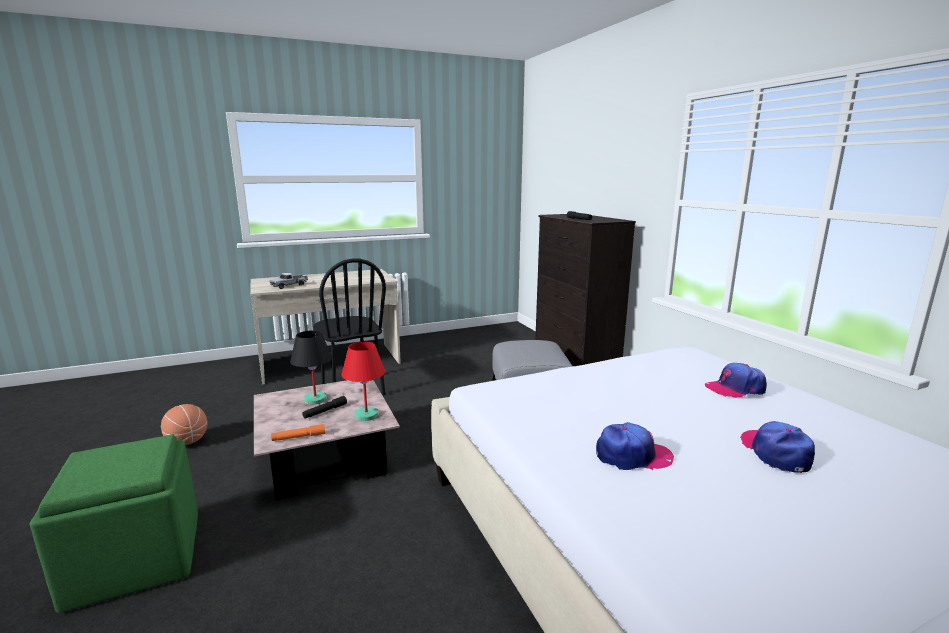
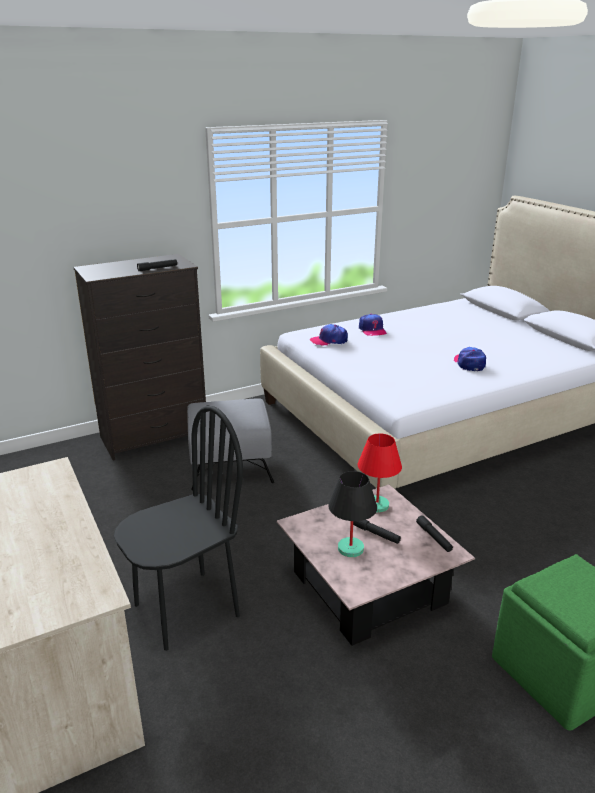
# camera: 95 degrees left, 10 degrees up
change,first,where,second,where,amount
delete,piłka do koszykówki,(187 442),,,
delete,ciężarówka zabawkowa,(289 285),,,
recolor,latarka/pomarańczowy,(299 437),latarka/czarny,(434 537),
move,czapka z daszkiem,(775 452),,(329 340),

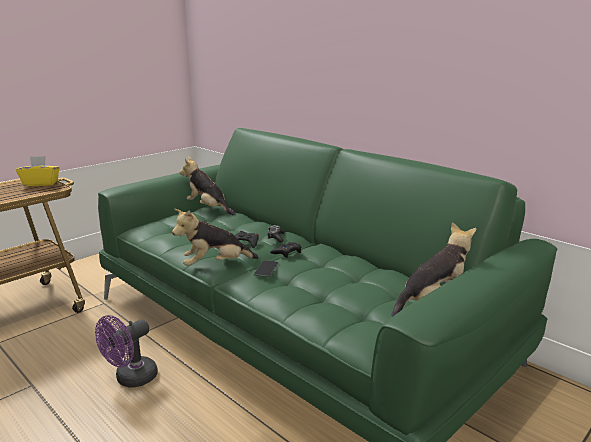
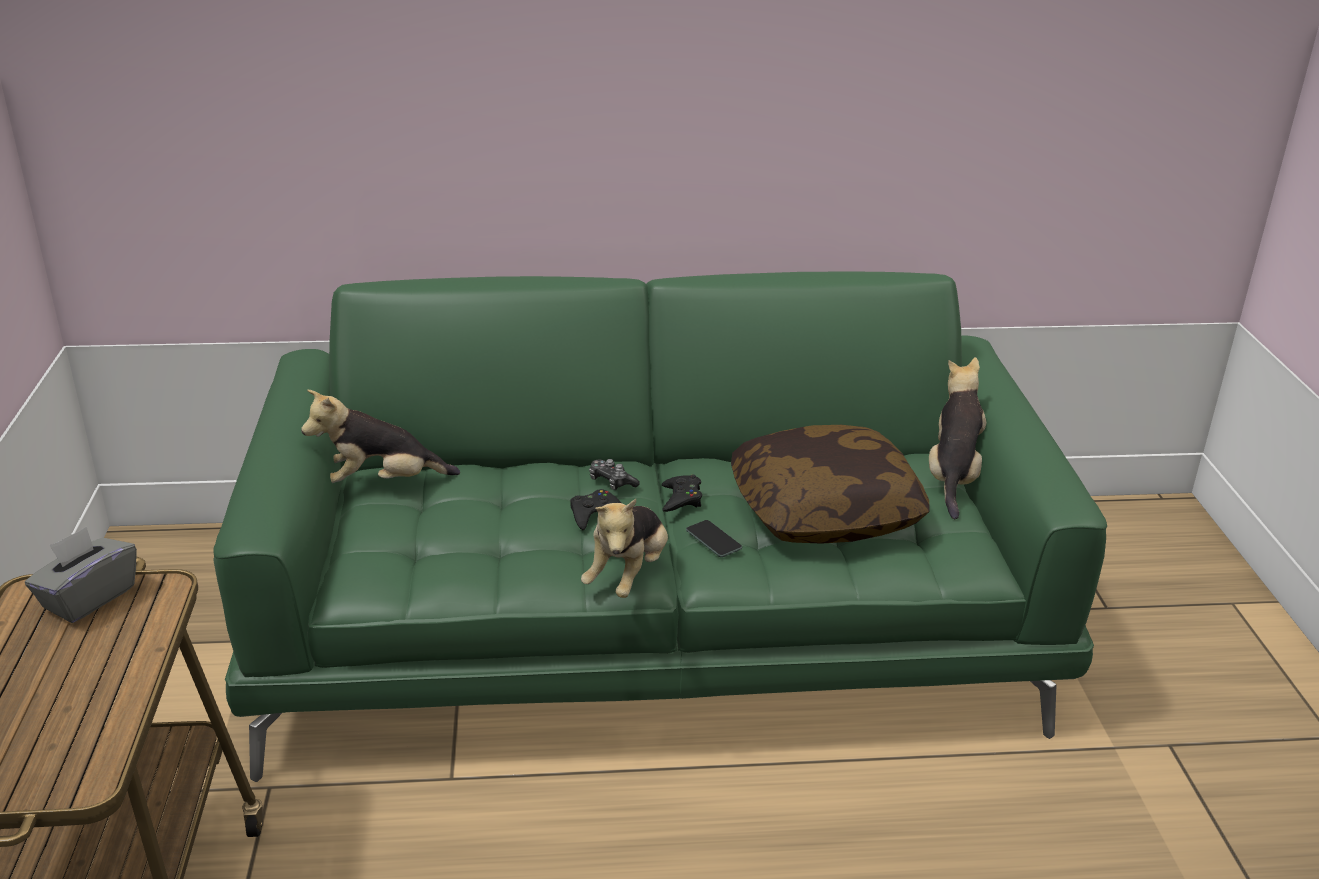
# camera: 50 degrees left, 10 degrees up
change,first,where,second,where,amount
recolor,pudełko chusteczek/żółty,(41 183),pudełko chusteczek/szary,(88 598),
delete,wentylator/fioletowy,(131 379),,,
insert,,,poduszka,(825 512),

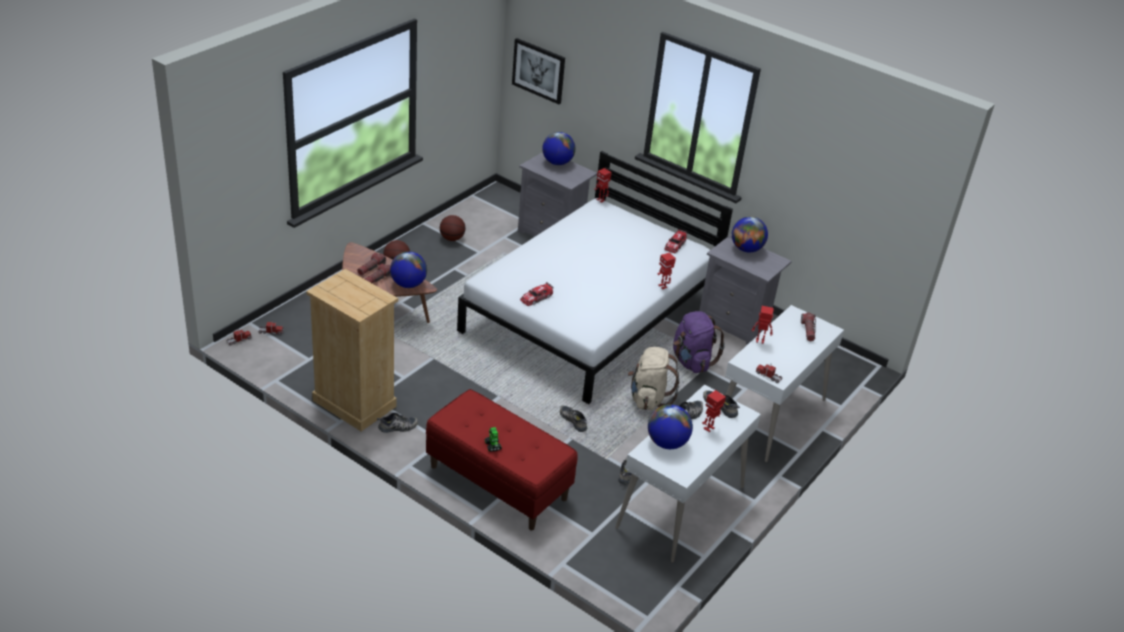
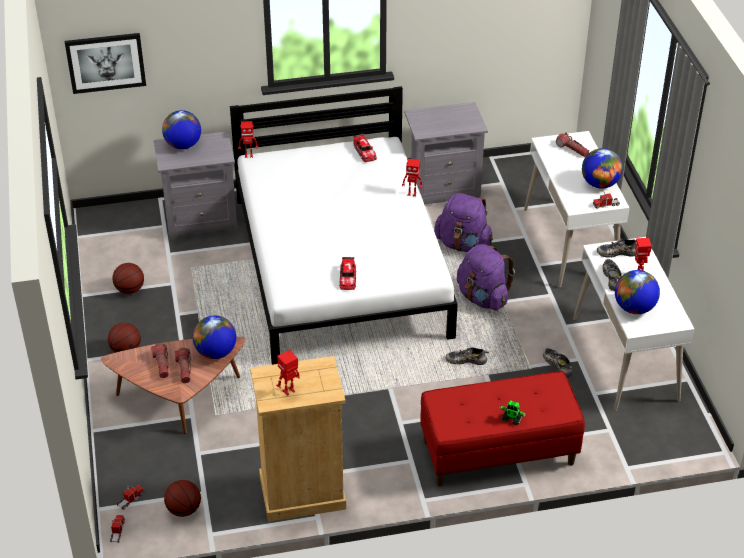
# camera: 45 degrees left, 5 degrees up
change,first,where,second,where,amount
delete,but,(397 427),,,
recolor,plecak/beżowy,(648 398),plecak/fioletowy,(483 298),
move,globus,(746 249),,(600 184),
move,robot zabawkowy,(759 341),,(289 391),
insert,,,piłka do koszykówki,(184 509),

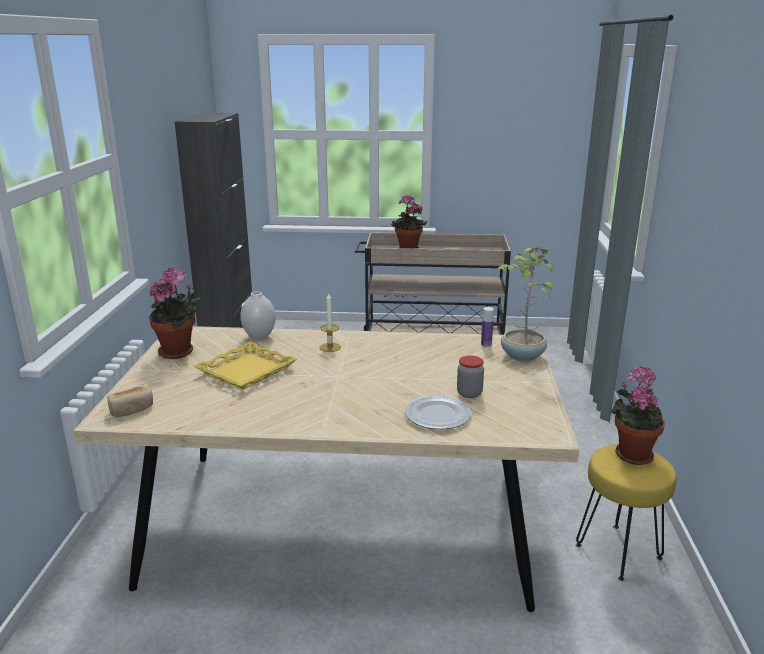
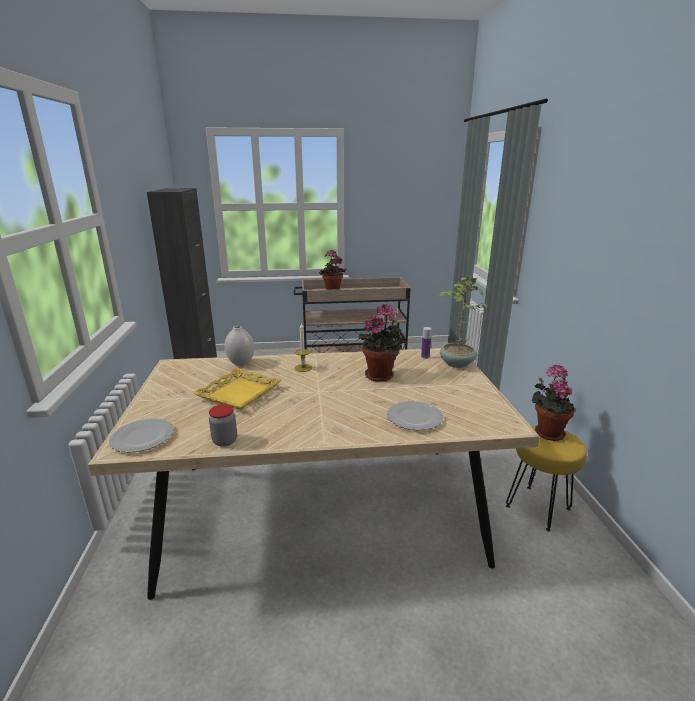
# camera: 10 degrees left, 0 degrees up
change,first,where,second,where,amount
replace,chleb,(131 409),talerz,(142 438),
move,roślina doniczkowa,(179 352),,(381 375),
move,słoik,(469 393),,(225 441),

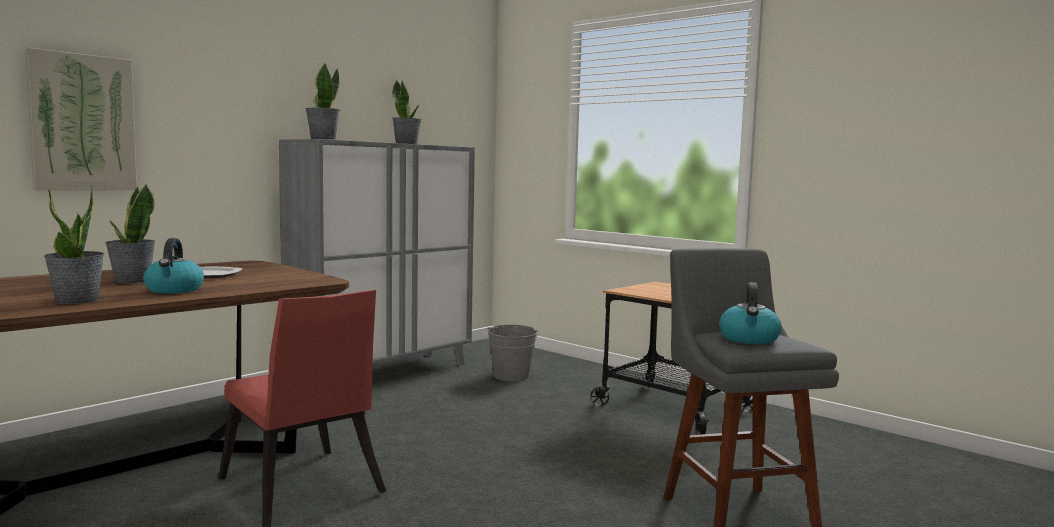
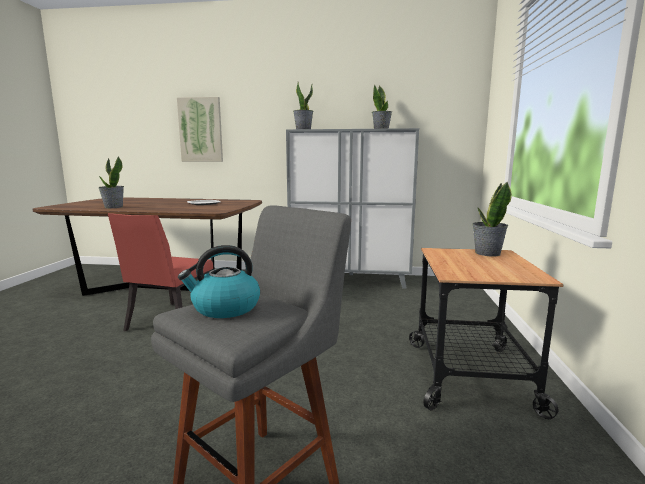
# camera: 55 degrees right, 5 degrees up
change,first,where,second,where,amount
move,roślina doniczkowa,(132 281),,(487 253),
delete,czajnik,(174 290),,,
delete,wiadro/szary,(511 376),,,

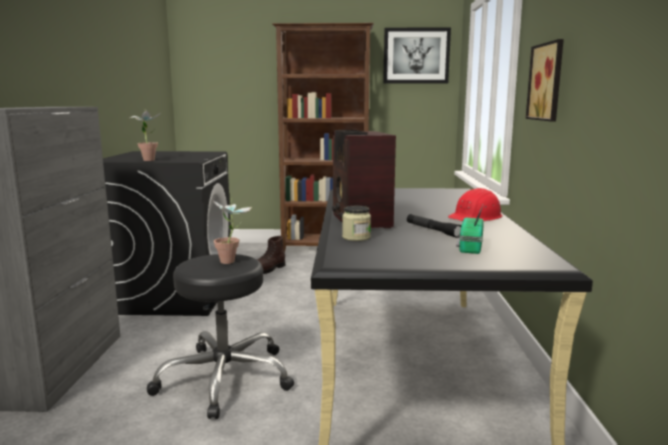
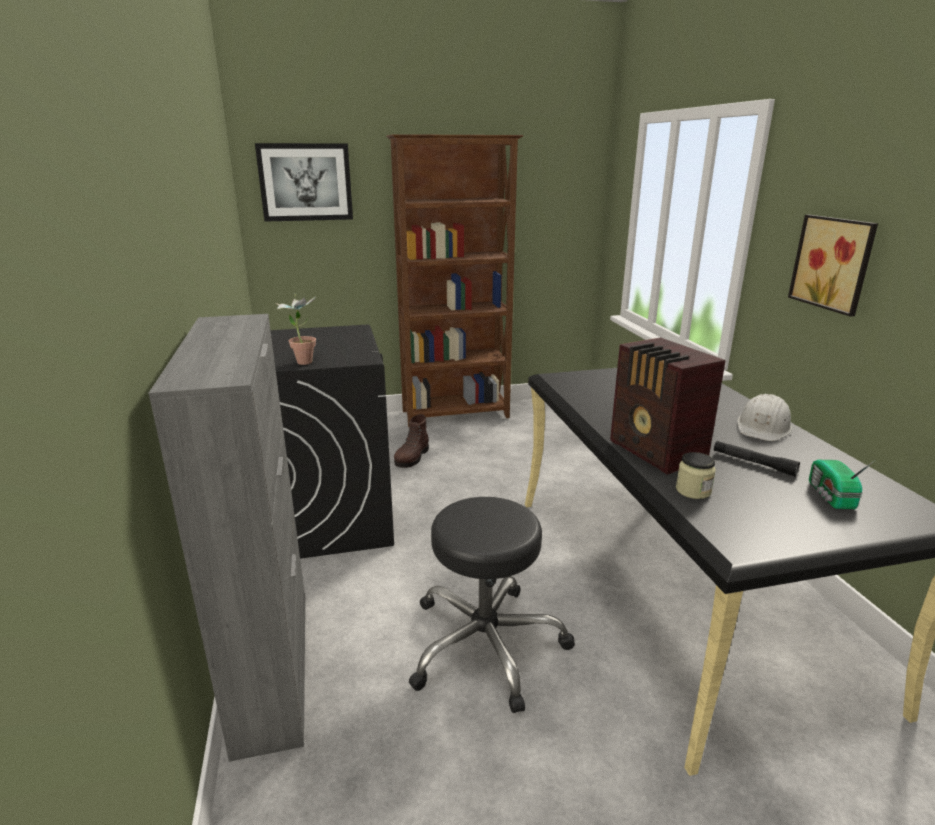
# camera: 15 degrees left, 10 degrees up
change,first,where,second,where,amount
delete,roślina doniczkowa,(232 262),,,
move,obraz,(416 56),,(305 182),
recolor,kask/czerwony,(476 217),kask/biały,(763 427),

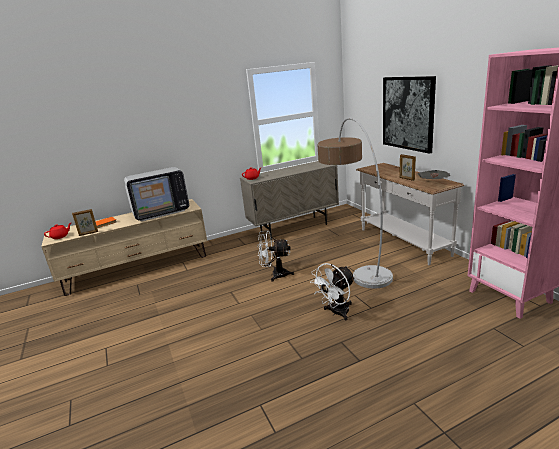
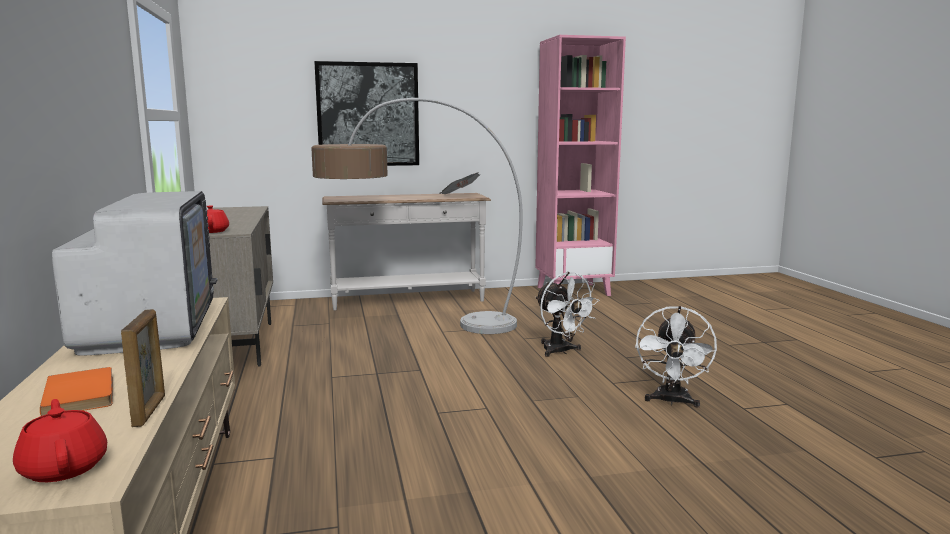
# camera: 80 degrees left, 10 degrees down
change,first,where,second,where,amount
move,wentylator/biały,(275 275),,(671 401),
delete,ramka na zdjęcie,(406 179),,,

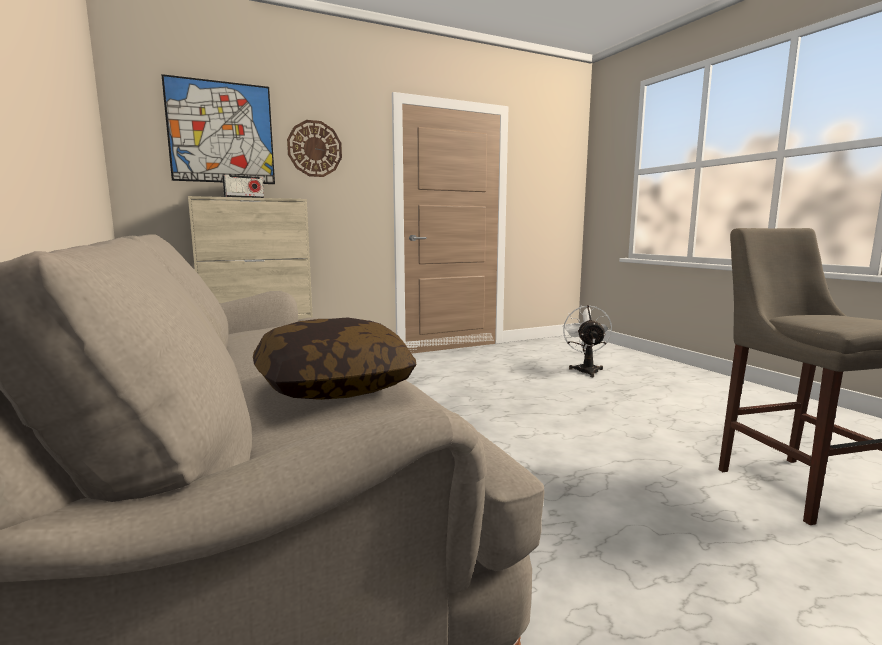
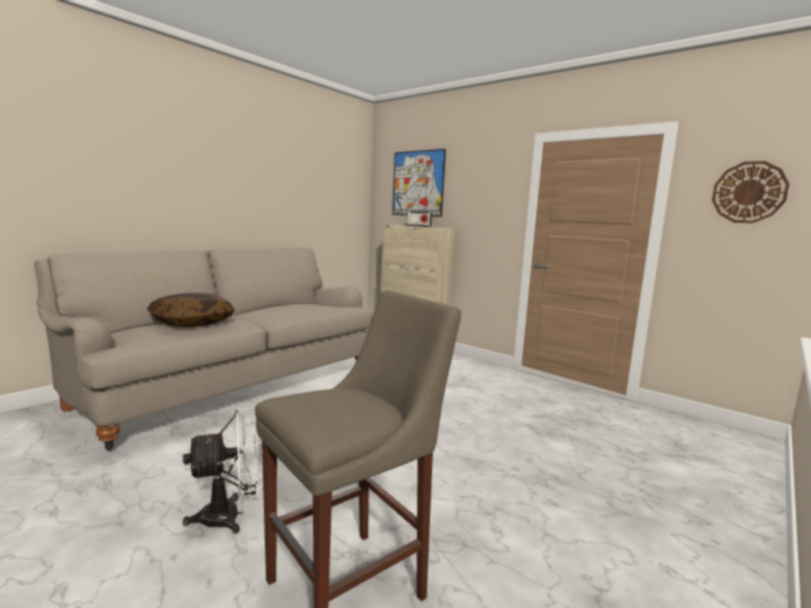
# camera: 65 degrees right, 0 degrees up
change,first,where,second,where,amount
move,zegar ścienny,(314 149),,(749 192),
move,wentylator/biały,(586 369),,(231 515),

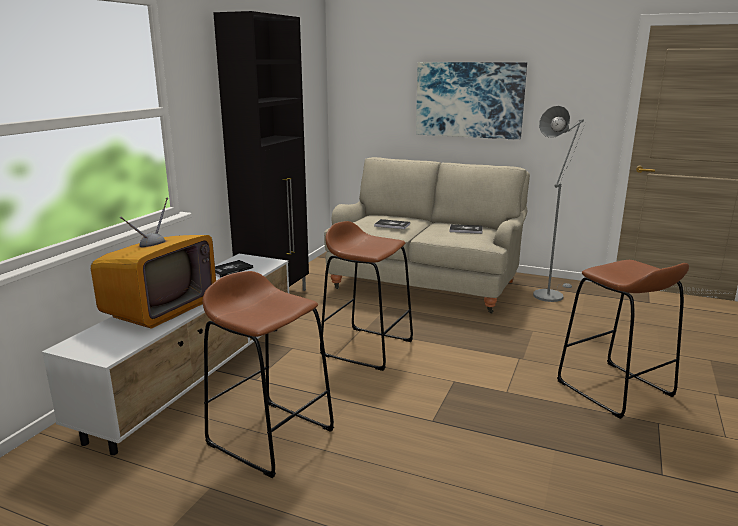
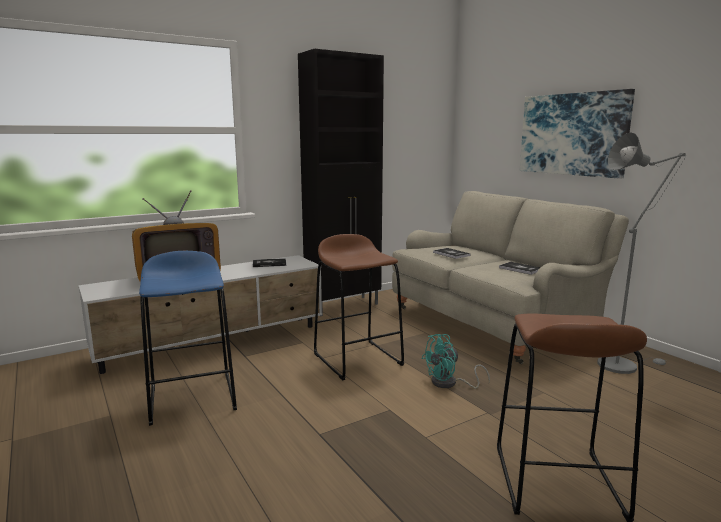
# camera: 35 degrees right, 5 degrees down
change,first,where,second,where,amount
recolor,stołek/brązowy,(270 436),stołek/niebieski,(193 397),
insert,,,wentylator/turkusowy,(449 384),

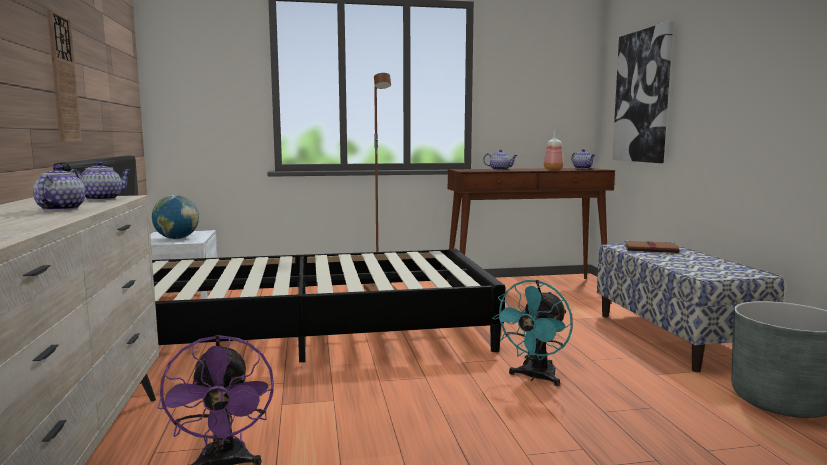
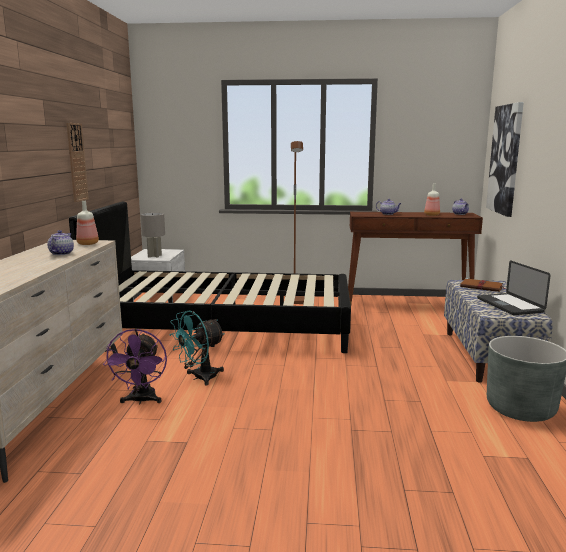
# camera: 15 degrees right, 5 degrees up
change,first,where,second,where,amount
replace,imbryk,(102 199),butelka,(88 244),
replace,globus,(177 239),lampa stołowa/szary,(155 256),
move,wentylator/turkusowy,(535 378),,(199 378),
insert,,,laptop,(509 305),

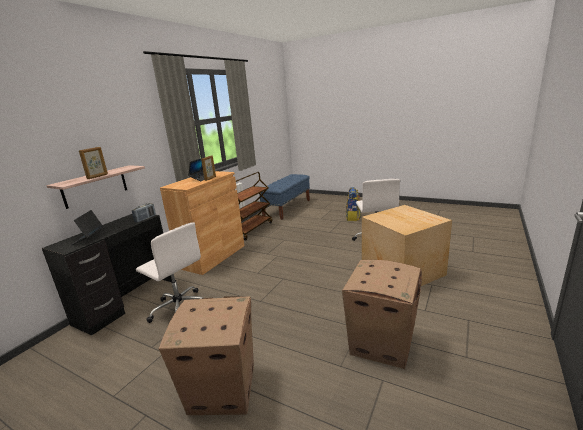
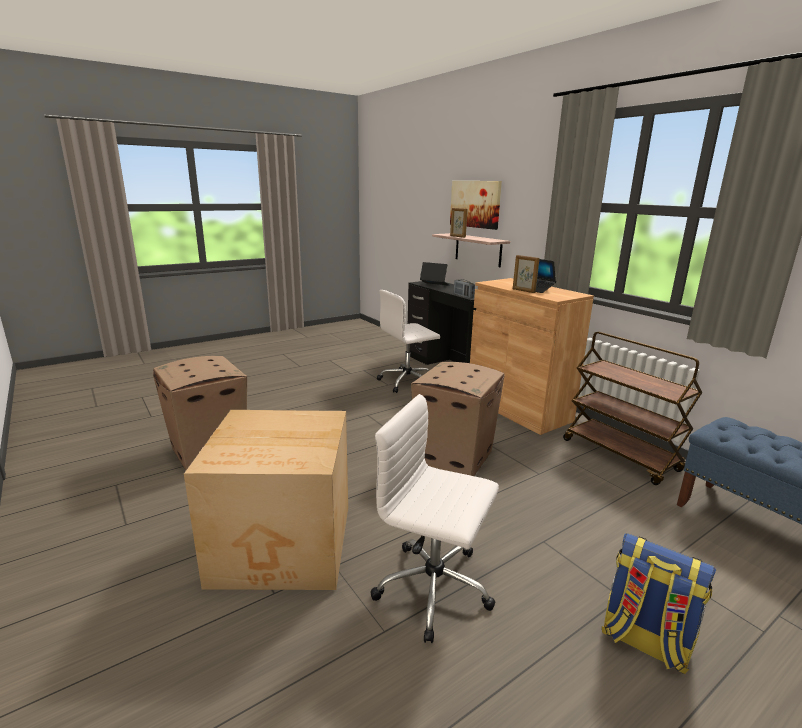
# camera: 115 degrees right, 0 degrees up
change,first,where,second,where,amount
move,karton,(221 389),,(455 456),
insert,,,obraz,(475 204),

